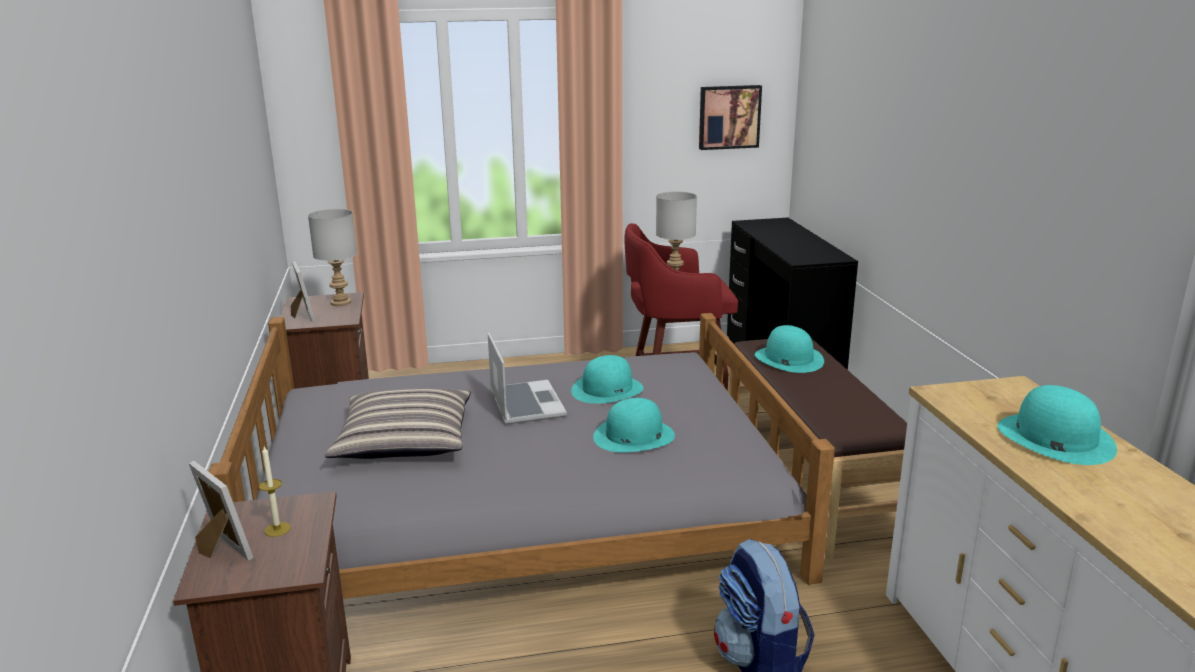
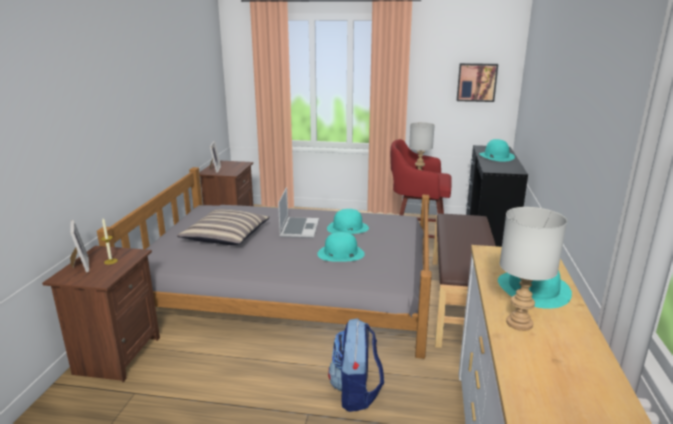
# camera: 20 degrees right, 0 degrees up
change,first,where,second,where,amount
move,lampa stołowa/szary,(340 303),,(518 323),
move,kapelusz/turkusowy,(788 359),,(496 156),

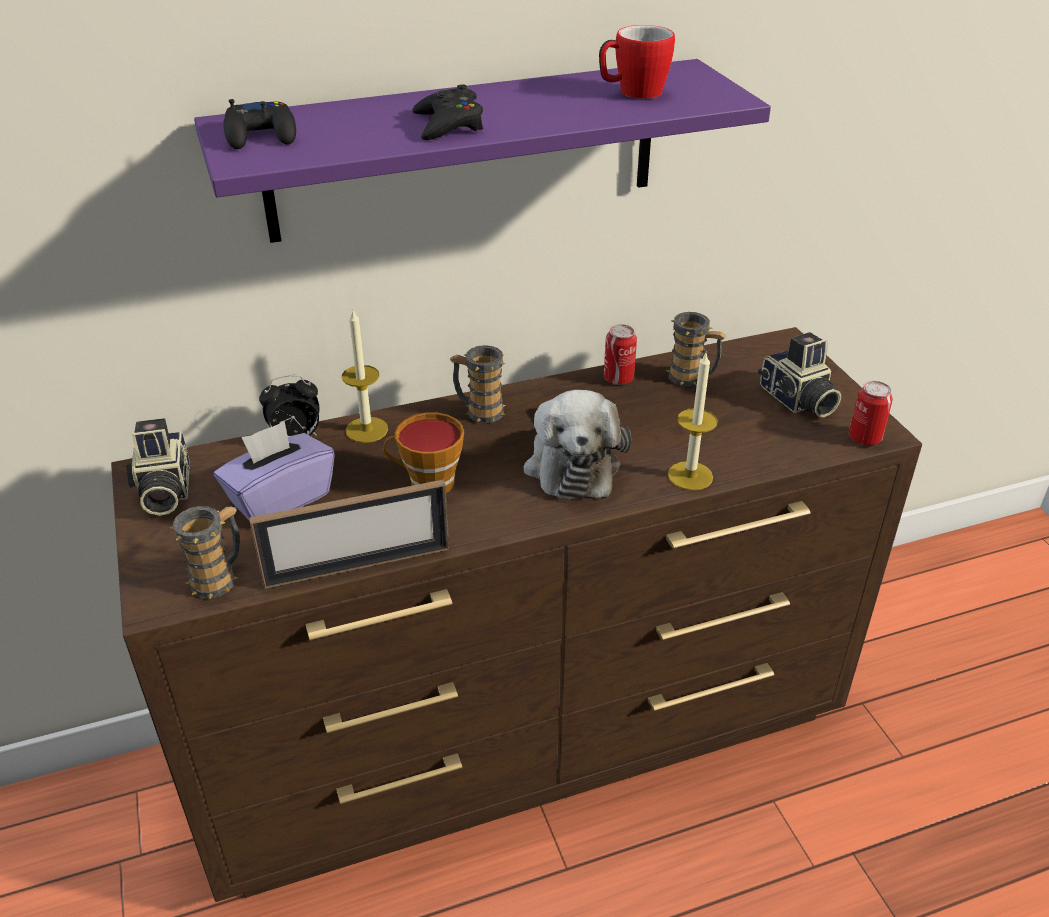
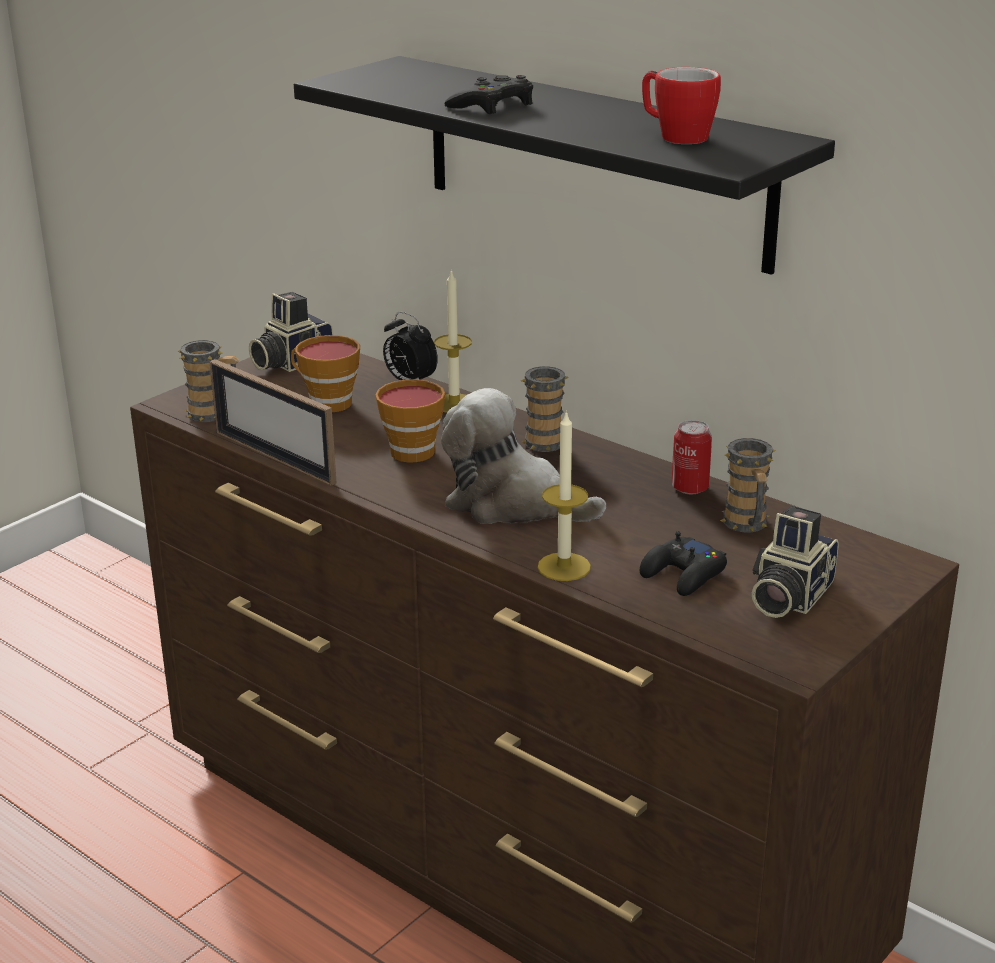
# camera: 60 degrees right, 10 degrees down
change,first,where,second,where,amount
recolor,półka/fioletowy,(464 151),półka/czarny,(594 161),
replace,pudełko chusteczek/fioletowy,(280 498),filiżanka,(326 402),
move,pad do gier/czarny,(262 135),,(683 575),
rotate,pluszak,(572 464),,(512 503),60 degrees clockwise
delete,puszka,(864 438),,,

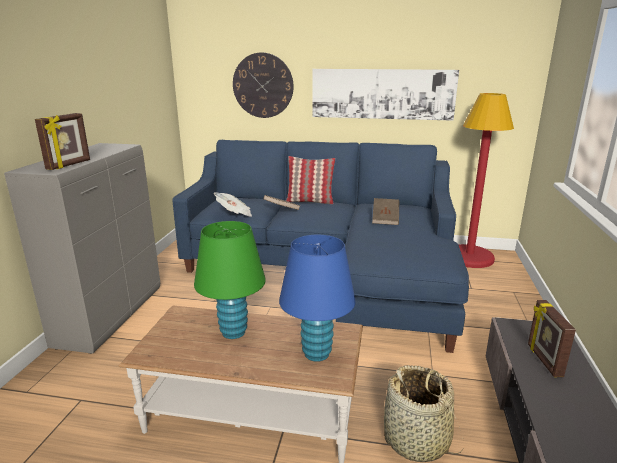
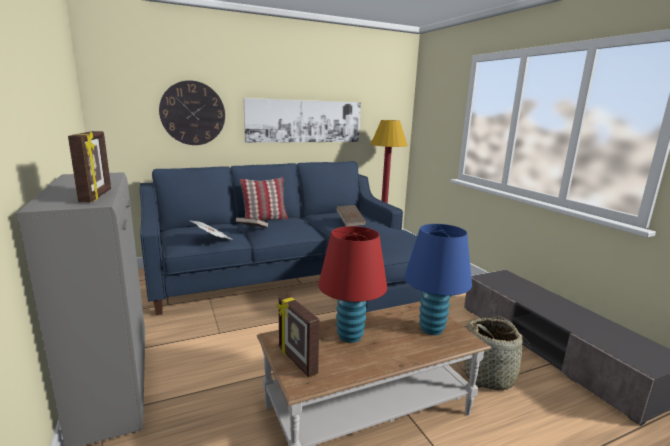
# camera: 35 degrees left, 5 degrees down
change,first,where,second,where,amount
recolor,lampa stołowa/zielony,(233 332),lampa stołowa/czerwony,(349 336),
move,ramka na zdjęcie,(543 360),,(296 361),

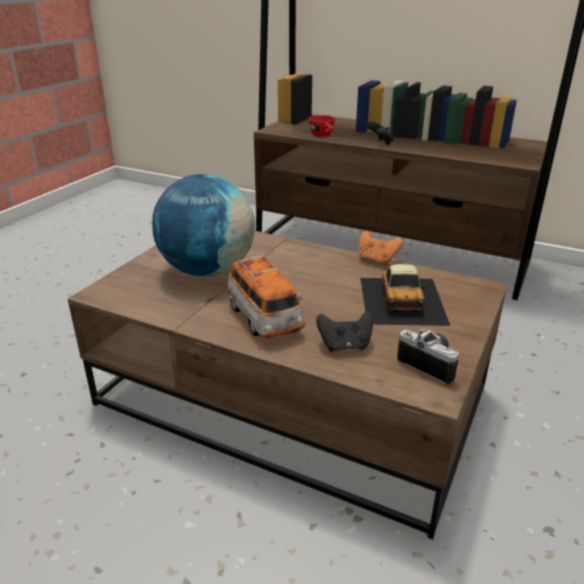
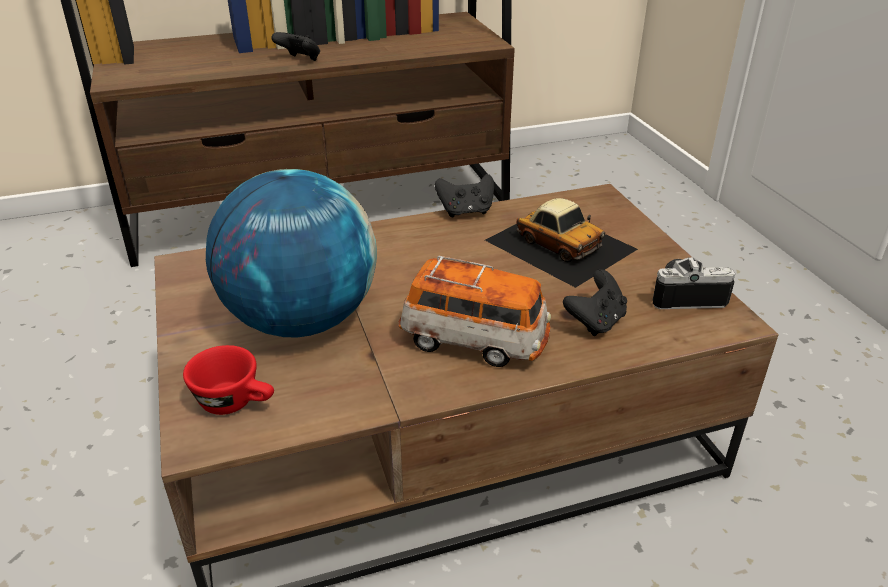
# camera: 45 degrees left, 5 degrees up
change,first,where,second,where,amount
move,filiżanka/czerwony,(323 136),,(236 402),
recolor,pad do gier/pomarańczowy,(377 260),pad do gier/czarny,(466 211),

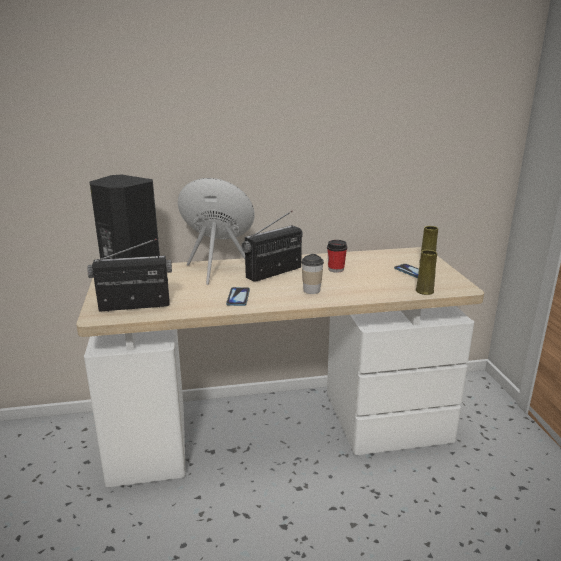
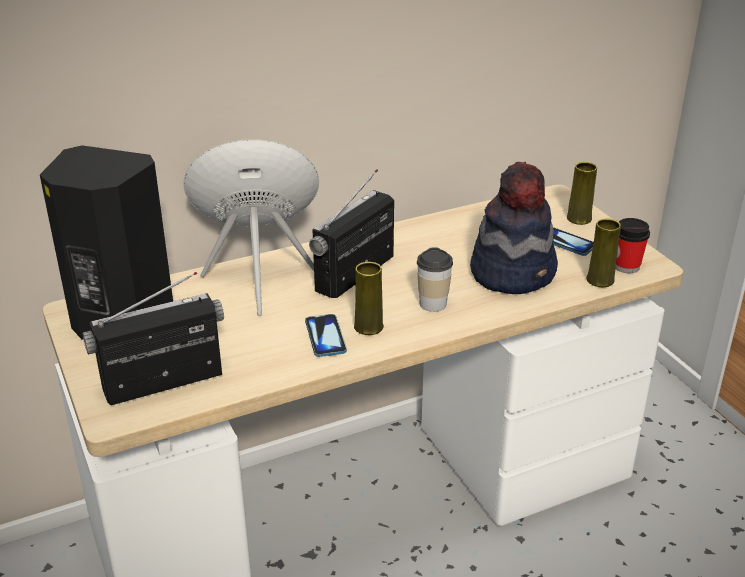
# camera: 15 degrees left, 10 degrees up
change,first,where,second,where,amount
move,filiżanka,(336 269),,(626 266),
insert,,,wazon/żółty,(368 327),
insert,,,kapelusz,(513 272),

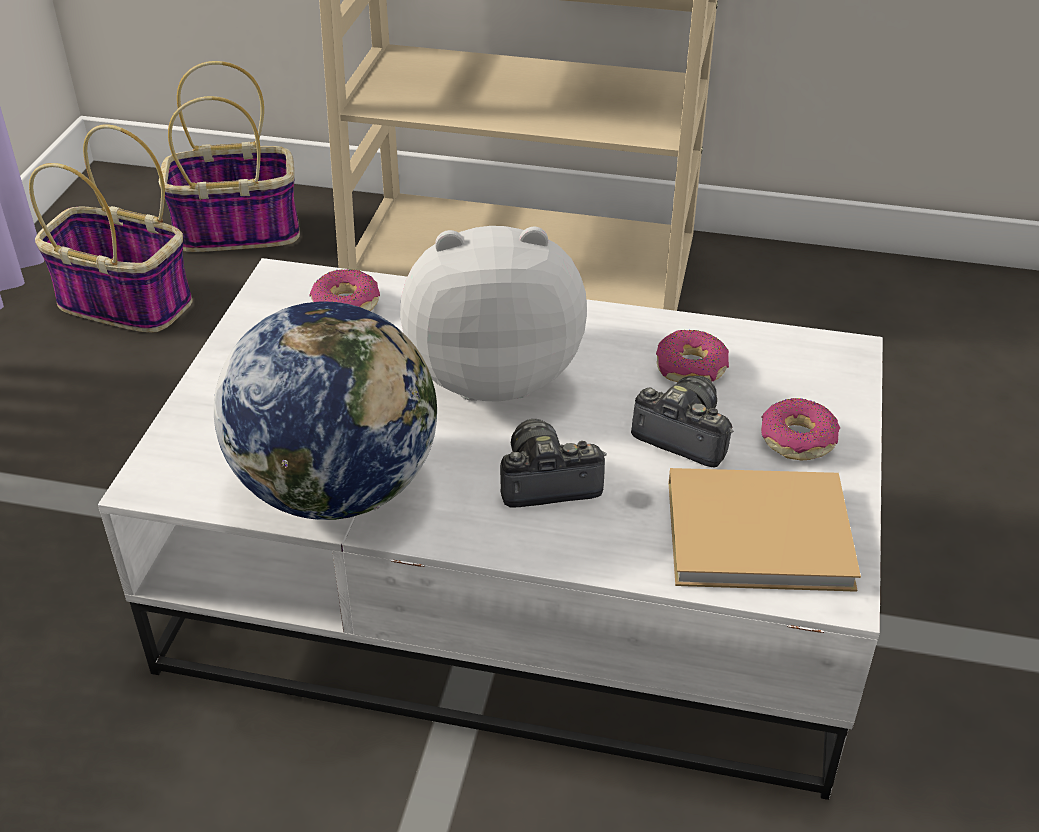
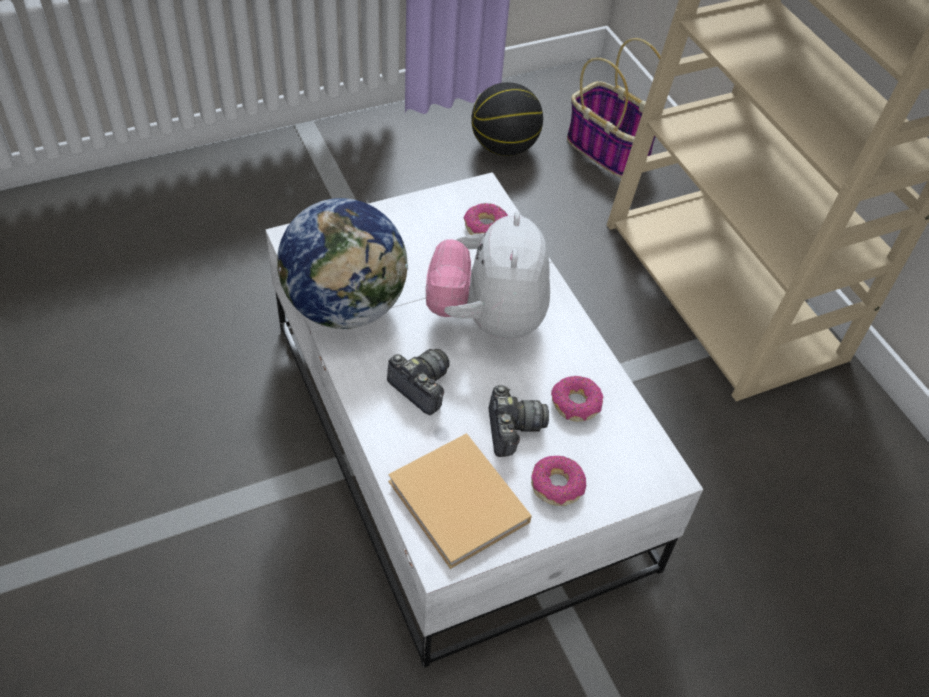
# camera: 50 degrees right, 10 degrees up
change,first,where,second,where,amount
replace,koszyk,(122 302),piłka do koszykówki,(503 147),
rotate,pluszak,(493 374),,(487 318),135 degrees counterclockwise

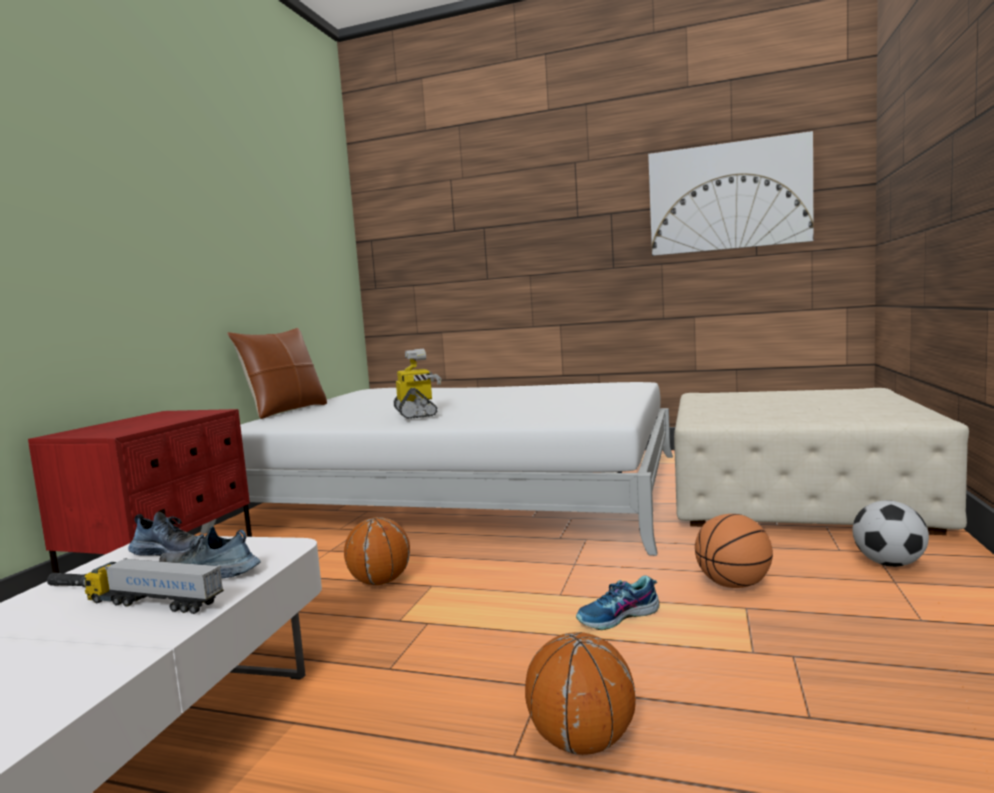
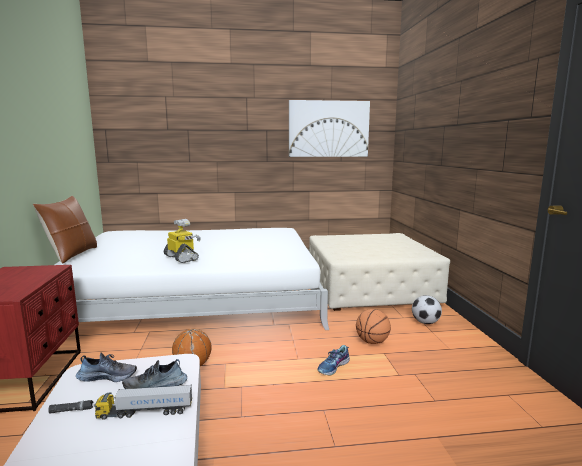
# camera: 25 degrees left, 5 degrees up
change,first,where,second,where,amount
delete,piłka do koszykówki,(582 742),,,

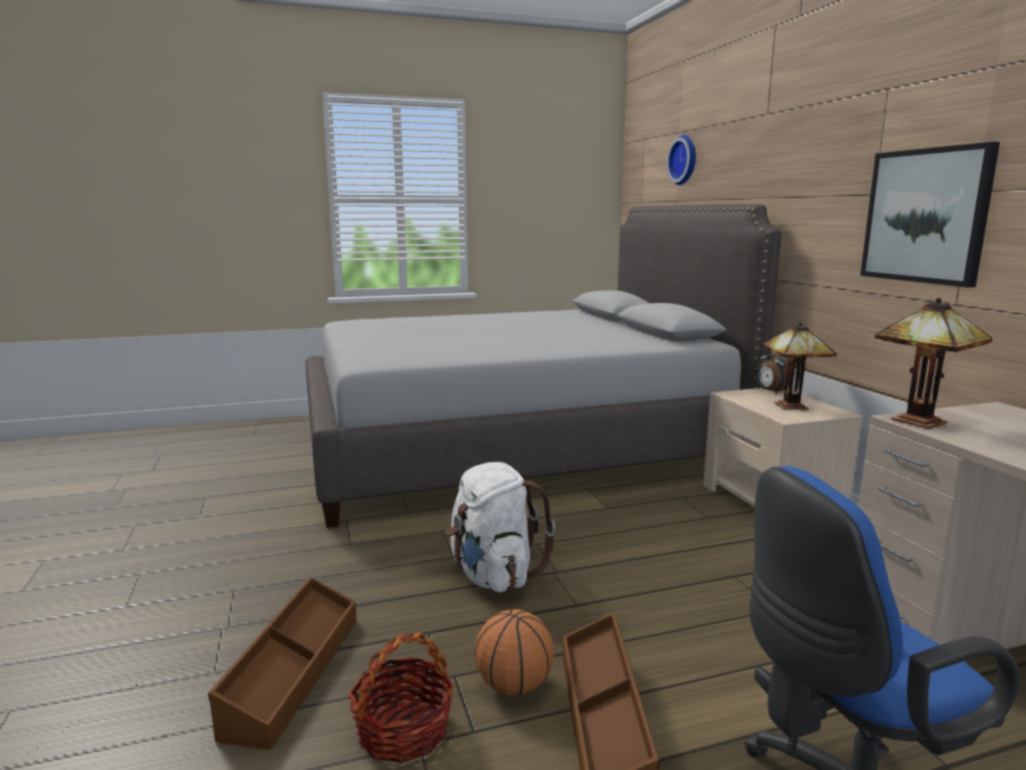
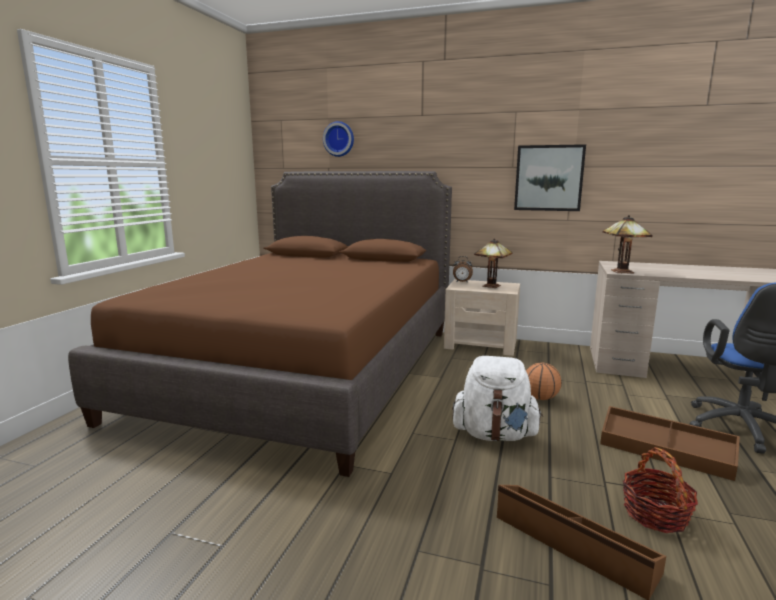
# camera: 55 degrees left, 0 degrees up
change,first,where,second,where,amount
recolor,łóżko/szary,(513 446),łóżko/brązowy,(306 369),
move,piłka do koszykówki,(514 685),,(540 398),

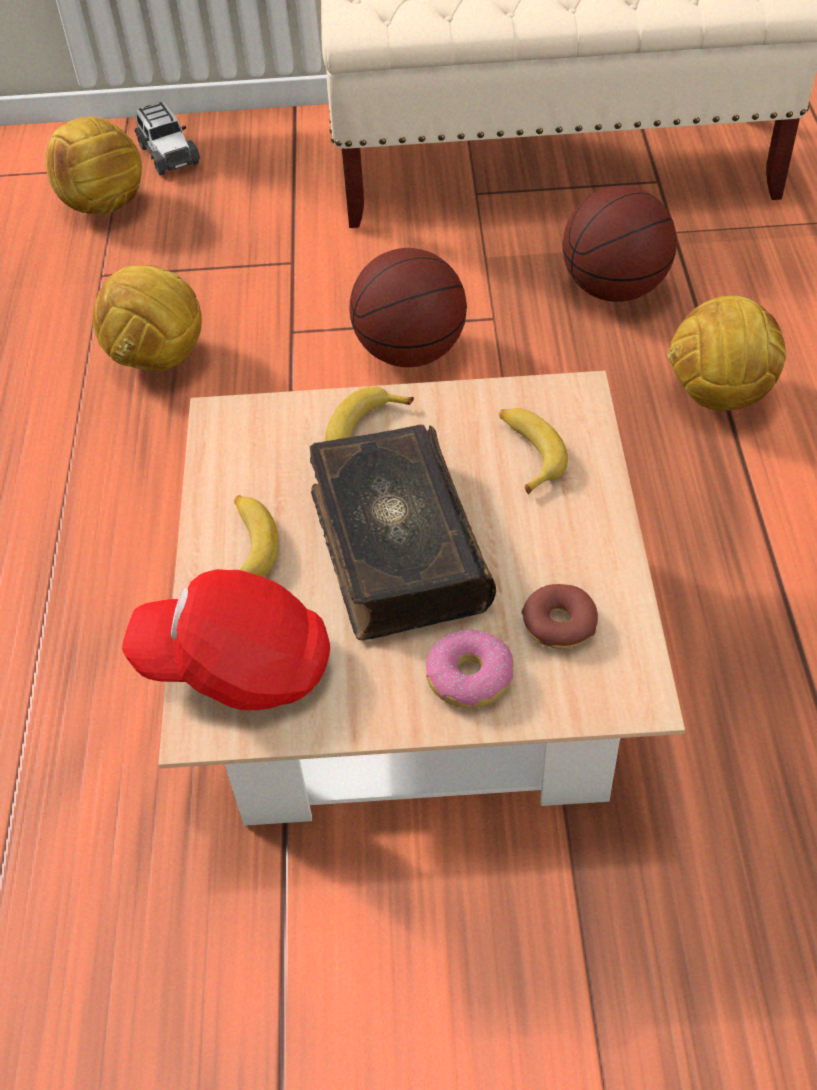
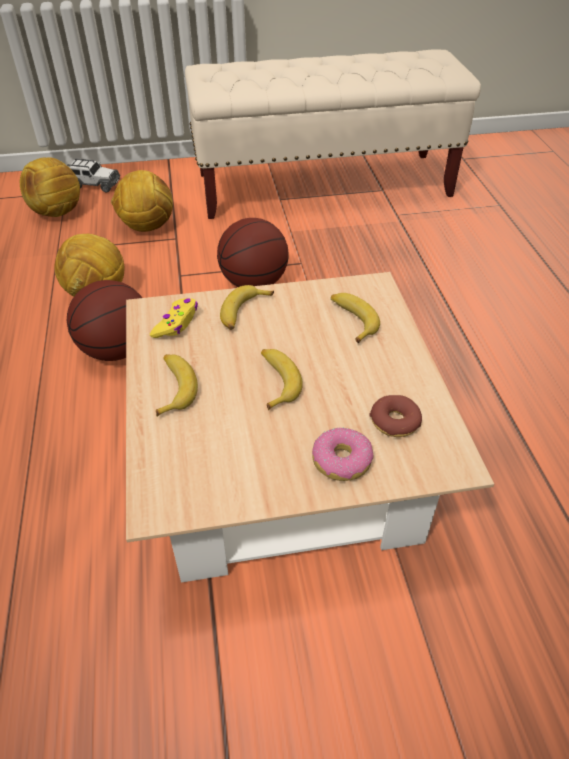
# camera: 10 degrees left, 5 degrees down
change,first,where,second,where,amount
delete,czapka z daszkiem/czerwony,(237 664),,,
rotate,samochodzik,(168 154),,(94 185),45 degrees counterclockwise
replace,książka,(395 548),banan,(276 381),
move,piłka do koszykówki,(614 289),,(116 350),
move,piłka futbolowa,(718 396),,(147 227),
insert,,,pad do gier/żółty,(176 323),

